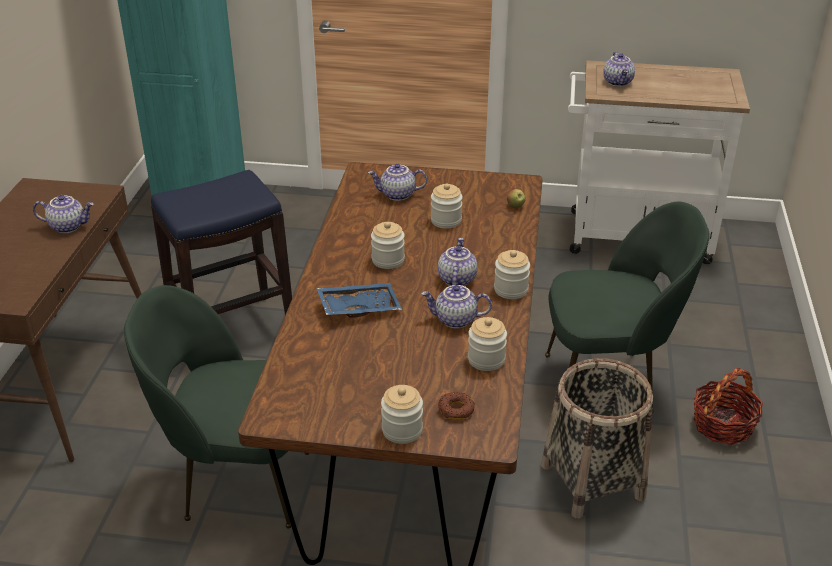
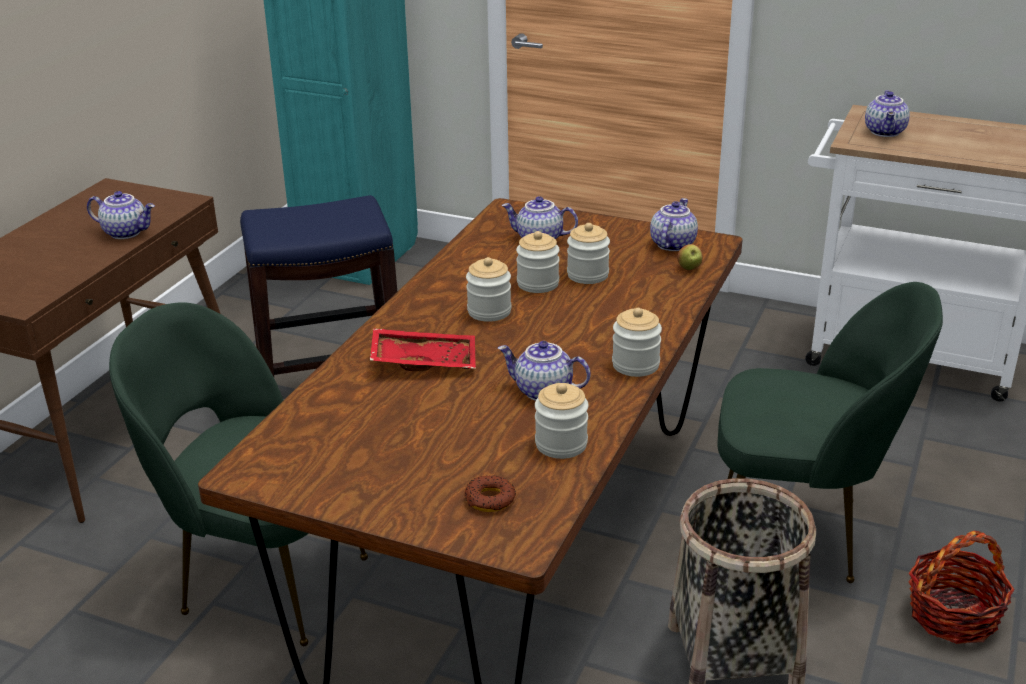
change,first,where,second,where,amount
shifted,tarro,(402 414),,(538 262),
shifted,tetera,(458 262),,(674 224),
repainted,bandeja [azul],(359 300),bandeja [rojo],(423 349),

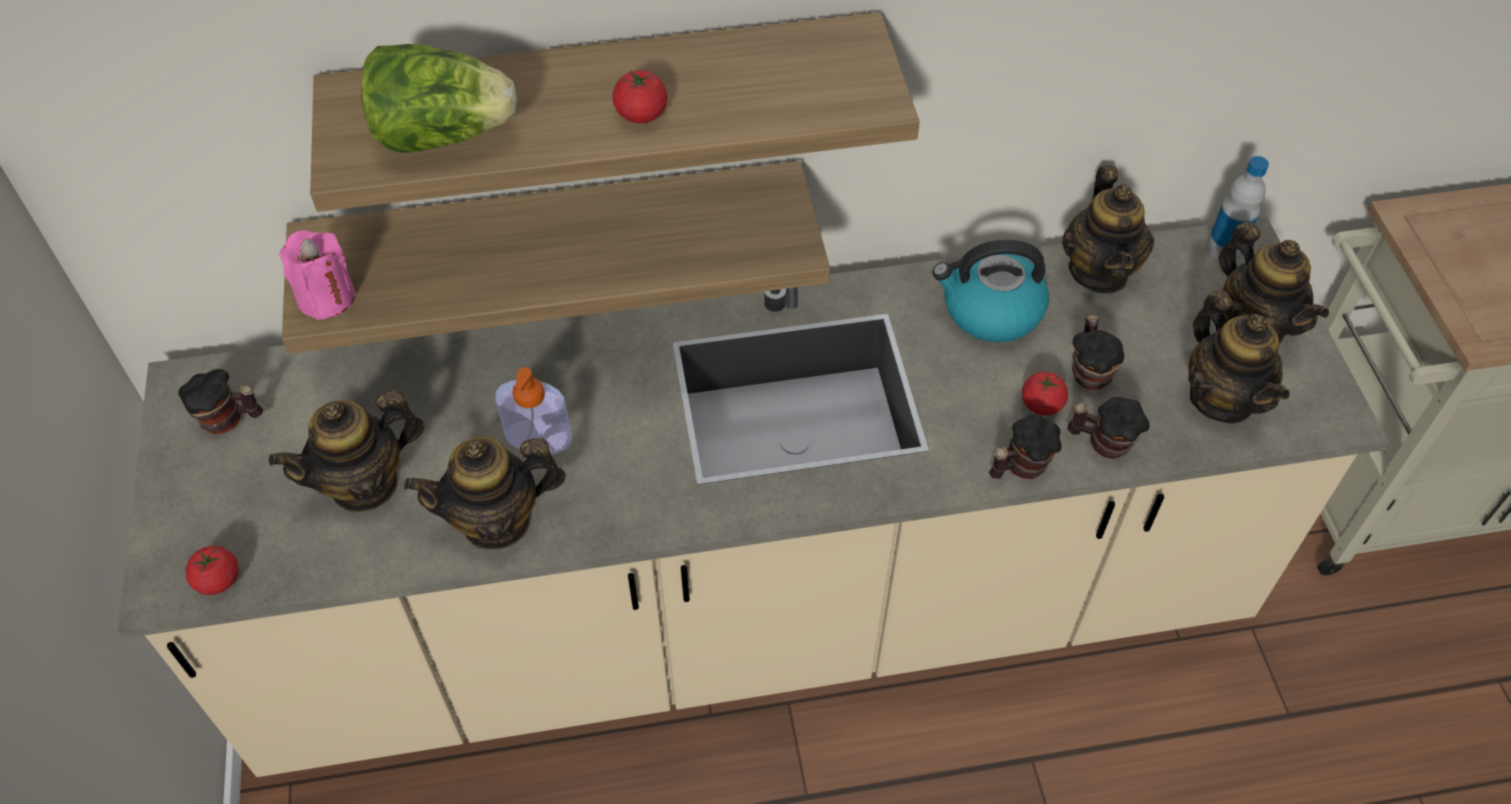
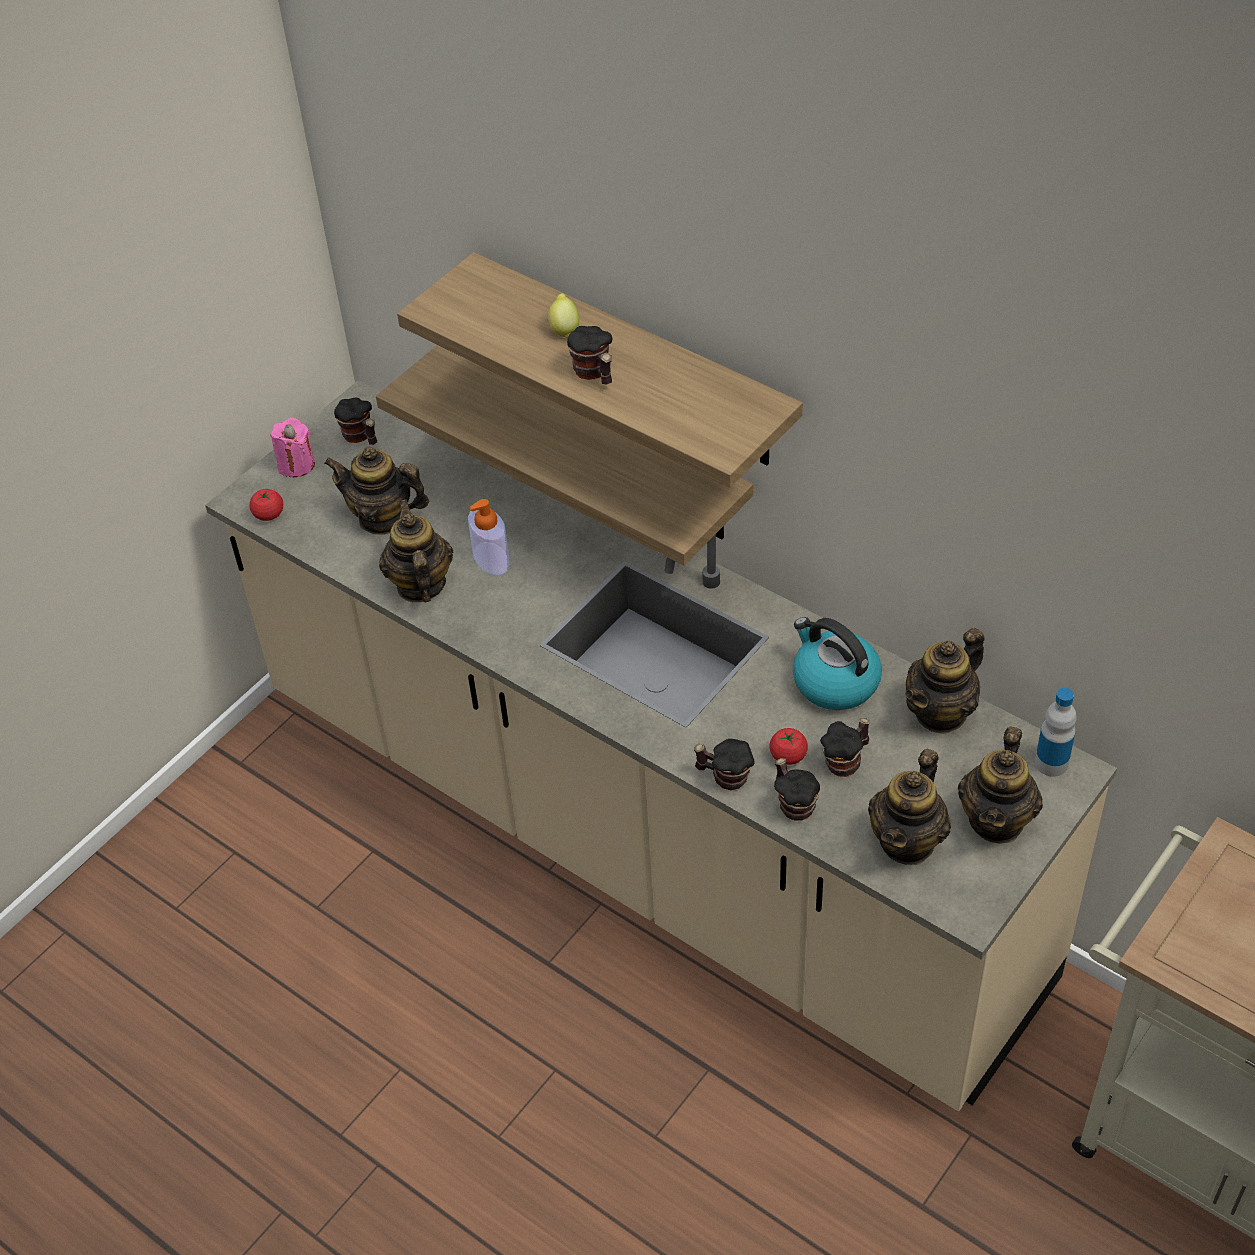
change,first,where,second,where,amount
gone,lechuga,(439 98),,,
new,,,limón,(563 315),
shifted,vela [rosa],(317 275),,(292 447),
swapped,tomate,(640 96),taza grande,(589 355),
rotated,tetera,(485 493),,(416 550),45 degrees clockwise

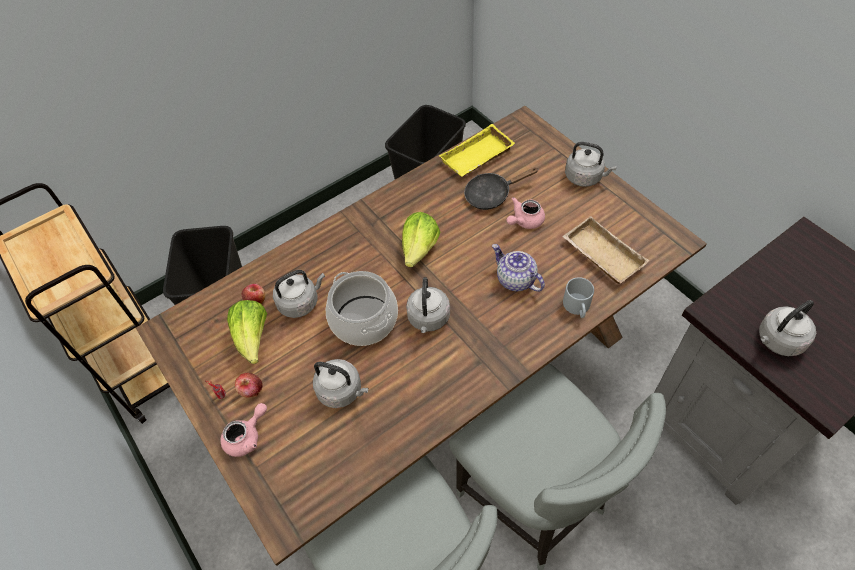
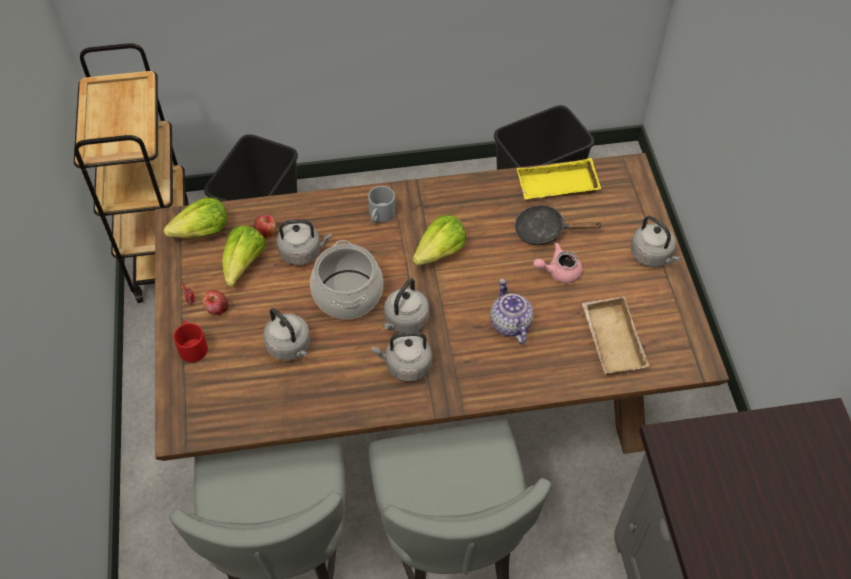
change,first,where,second,where,amount
new,,,lechuga,(195 217),
shifted,taza grande [gris],(578 297),,(381 204),
shifted,hervidor [gris],(787 328),,(402 357),
swapped,tetera [rosa],(243 430),taza grande [rojo],(191 341),

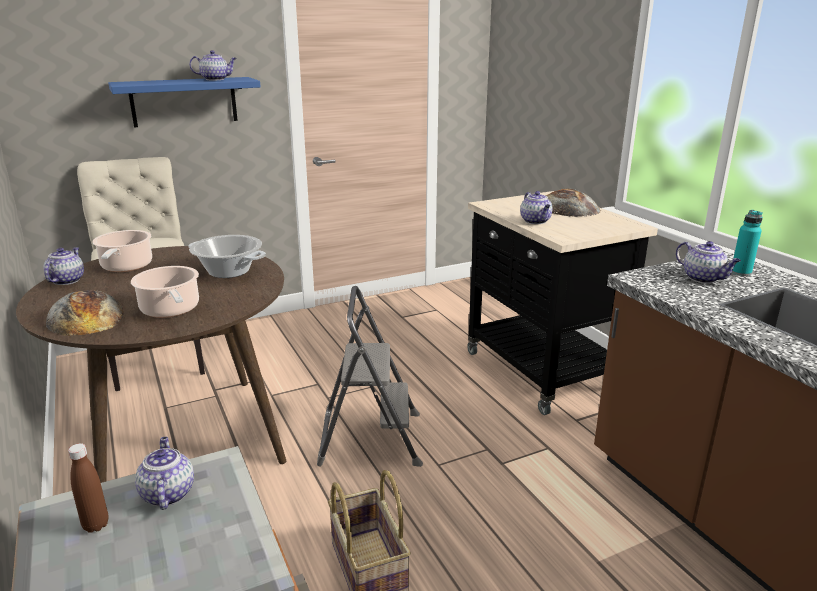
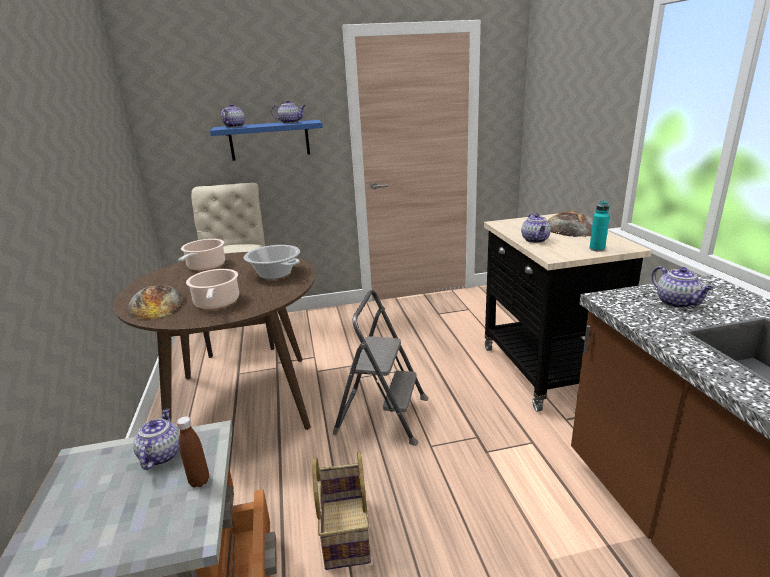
change,first,where,second,where,amount
shifted,tetera,(63 266),,(233 116),
shifted,botella [marrón],(88 488),,(193 452),
shifted,botella [turquesa],(747 243),,(599 225),

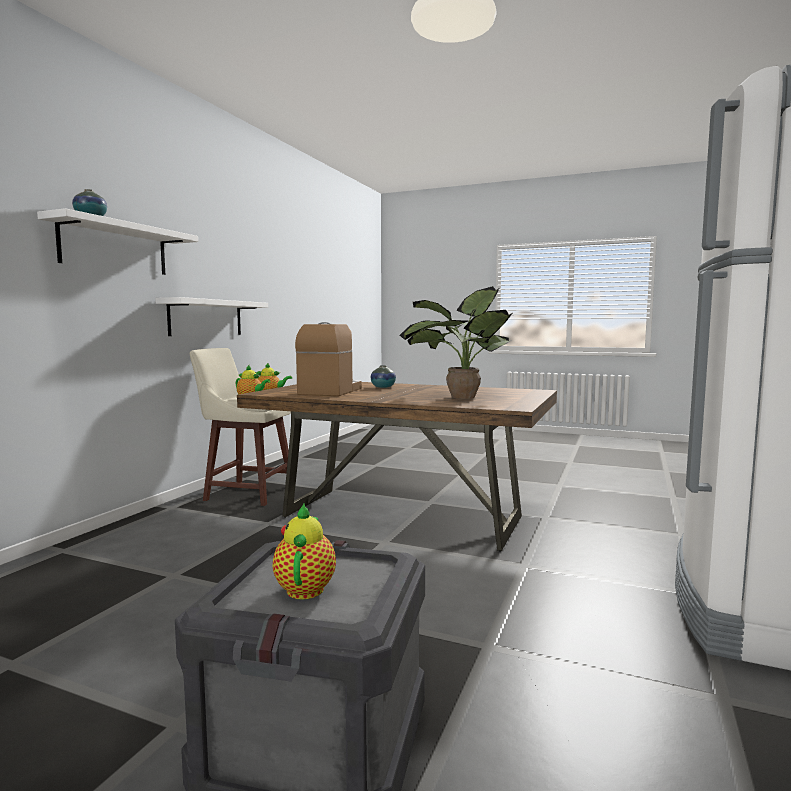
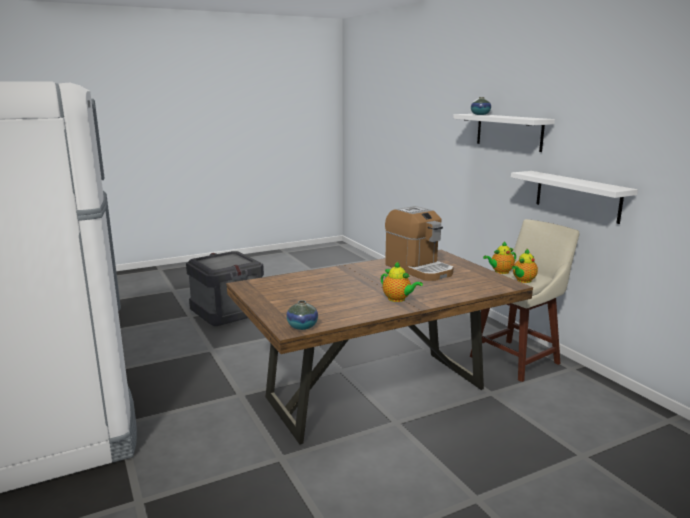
change,first,where,second,where,amount
gone,planta en maceta,(456 342),,,
shifted,tetera,(304 551),,(402 282),
shifted,florero,(383 376),,(302 315),

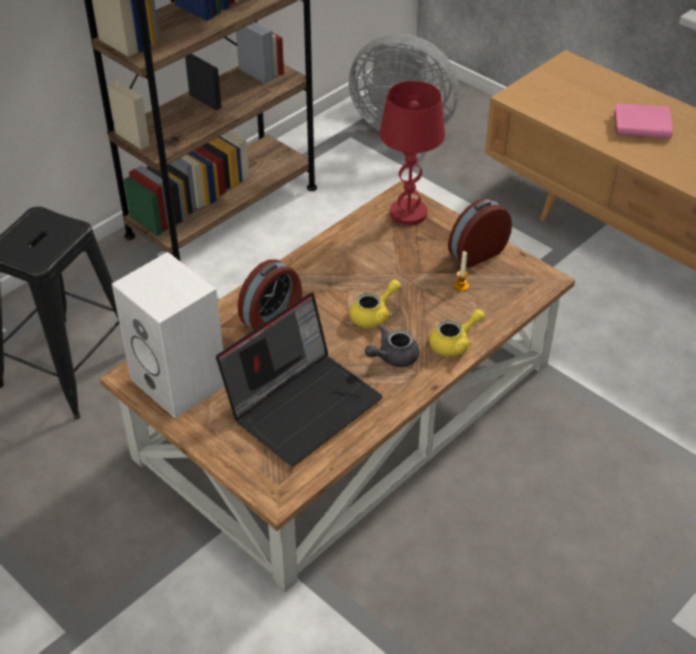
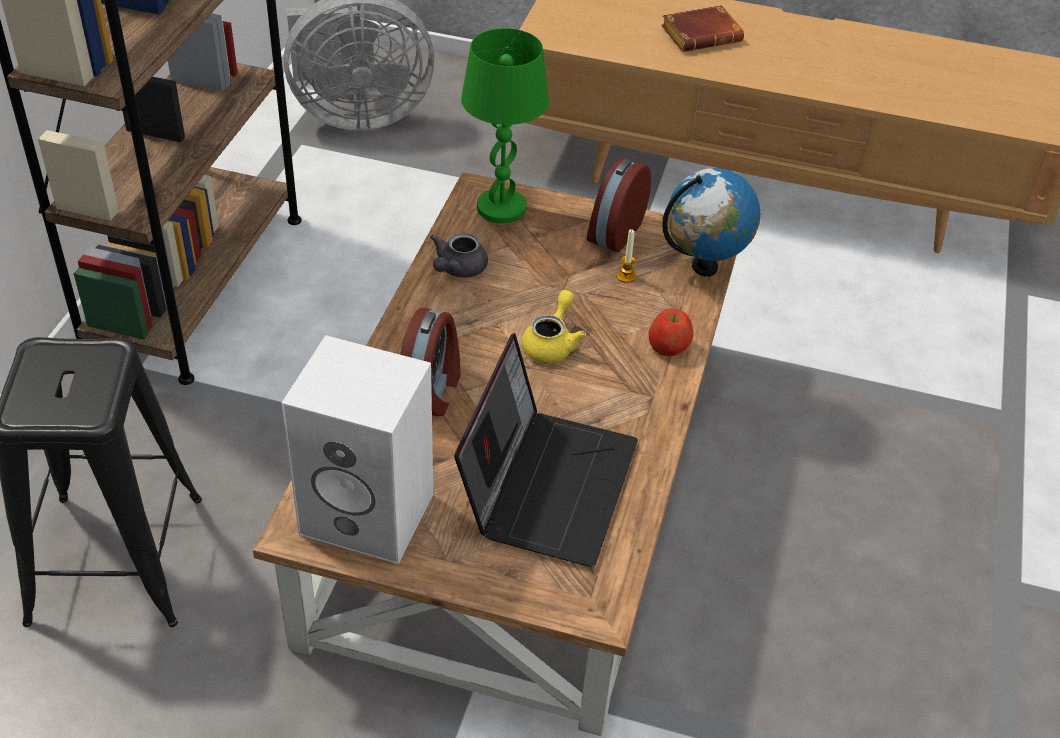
change,first,where,second,where,amount
new,,,globo terráqueo,(711 222),
shifted,tetera [gris],(392 345),,(459 255),
swapped,tetera [amarillo],(457 333),manzana,(671 332),
repainted,lámpara de mesa [rojo],(412 153),lámpara de mesa [verde],(505 125),
repainted,libro [rosa],(643 121),libro [marrón],(702 28),

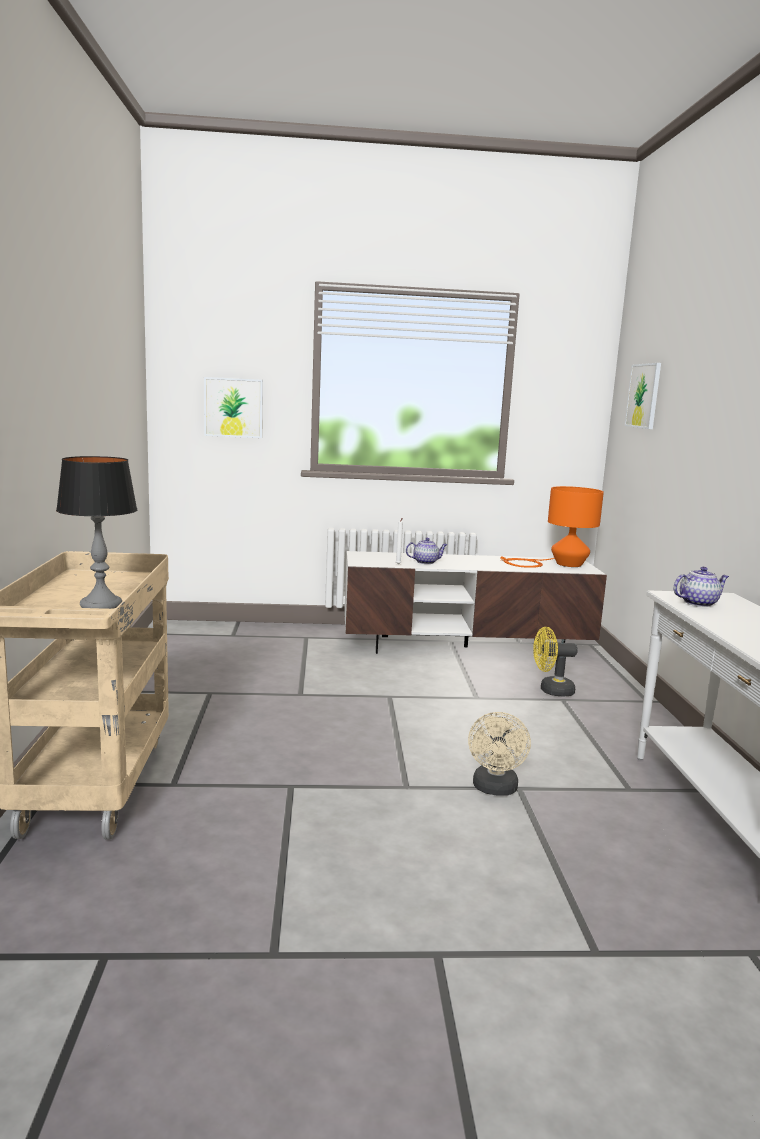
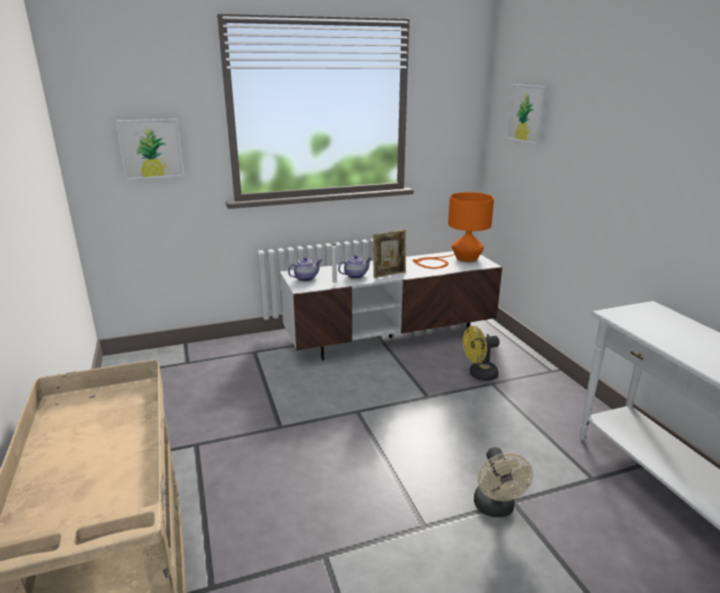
change,first,where,second,where,amount
gone,lámpara de mesa,(96 532),,,
new,,,portarretratos,(389 254),
shifted,tetera,(701 587),,(305 269),

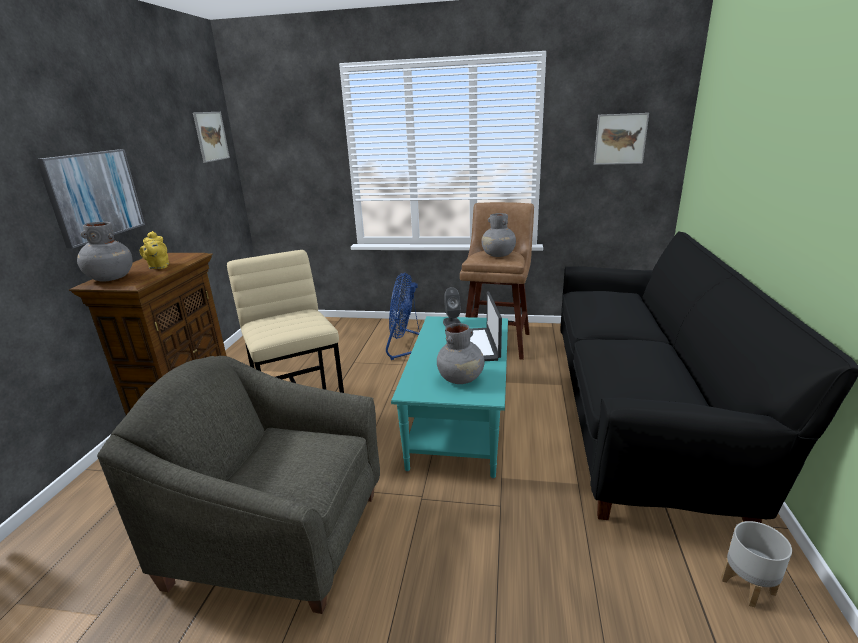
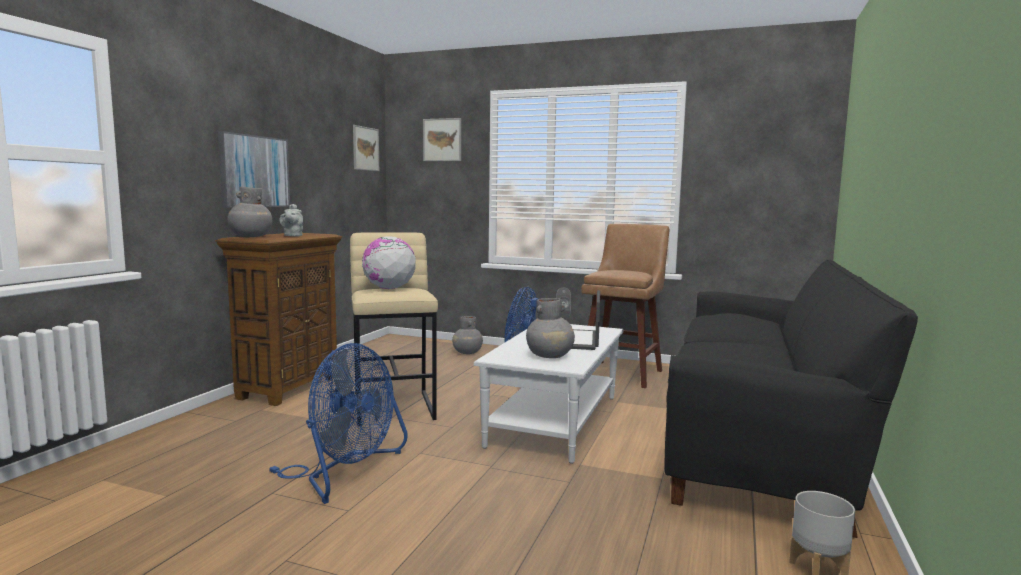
change,first,where,second,where,amount
new,,,globo terráqueo,(389 262),
shifted,florero [gris],(498 235),,(467 335),
shifted,cuadro,(621 139),,(442 139),
swapped,sillón [gris],(238 485),ventilador [azul],(338 423),
repainted,tetera [amarillo],(154 250),tetera [gris],(291 220),
repainted,mesa de centro [turquesa],(449 397),mesa de centro [blanco],(549 394),

